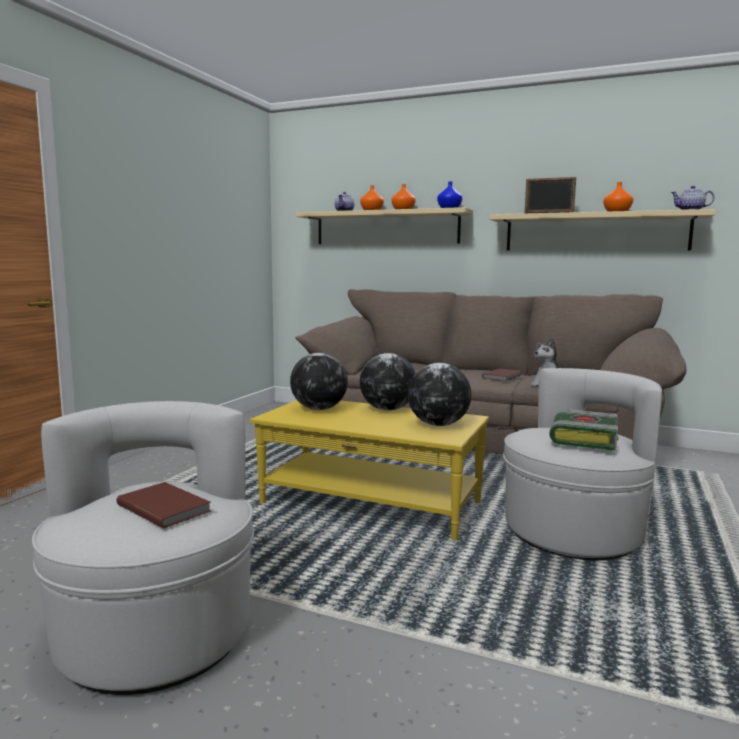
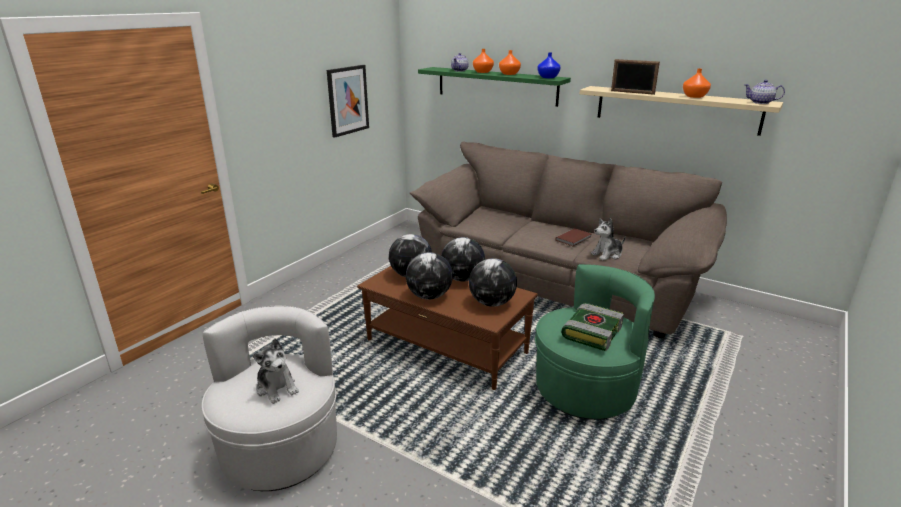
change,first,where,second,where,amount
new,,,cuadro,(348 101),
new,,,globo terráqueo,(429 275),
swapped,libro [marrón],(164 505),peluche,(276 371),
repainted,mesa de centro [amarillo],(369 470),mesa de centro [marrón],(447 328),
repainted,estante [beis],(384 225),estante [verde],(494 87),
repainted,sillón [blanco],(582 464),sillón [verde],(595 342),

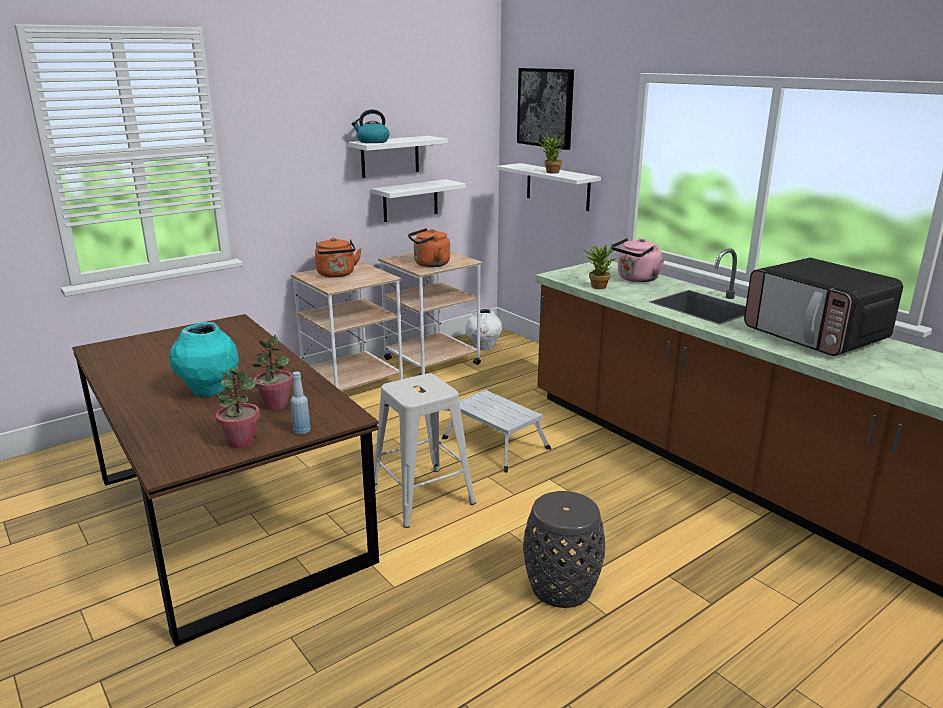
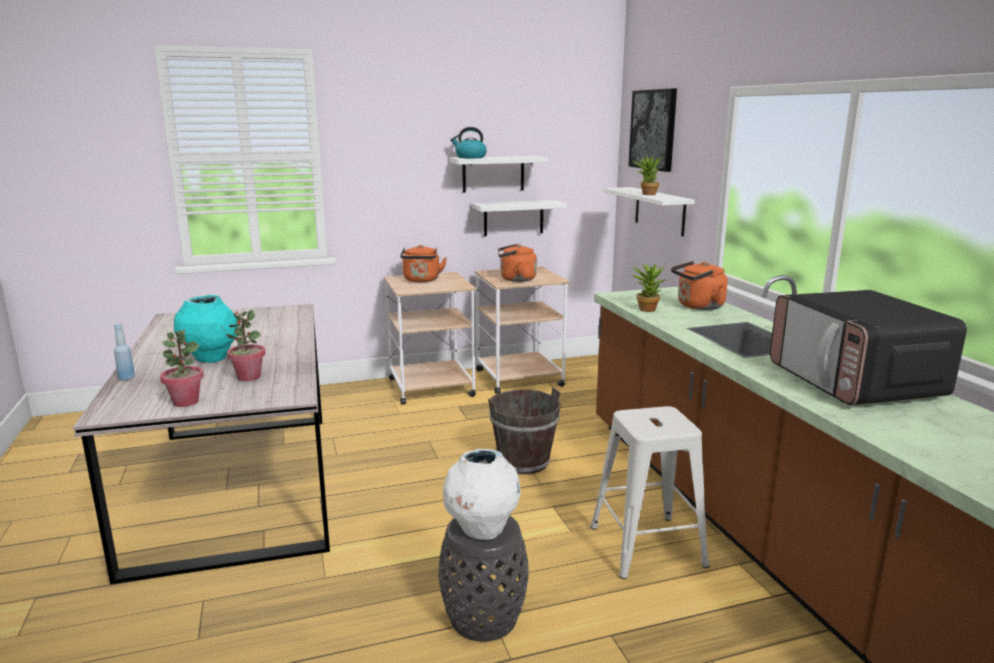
change,first,where,second,where,amount
shifted,botella [azul],(301 403),,(124 352),
shifted,taburete [blanco],(425 450),,(650 492),
shifted,florero [blanco],(484 329),,(482 494),
swapped,escalera de tijera [blanco],(496 431),cubo [marrón],(524 431),
repainted,mesa de comedor [marrón],(225 480),mesa de comedor [gris],(201 444),
repainted,hervidor [rosa],(638 260),hervidor [naranja],(699 285),

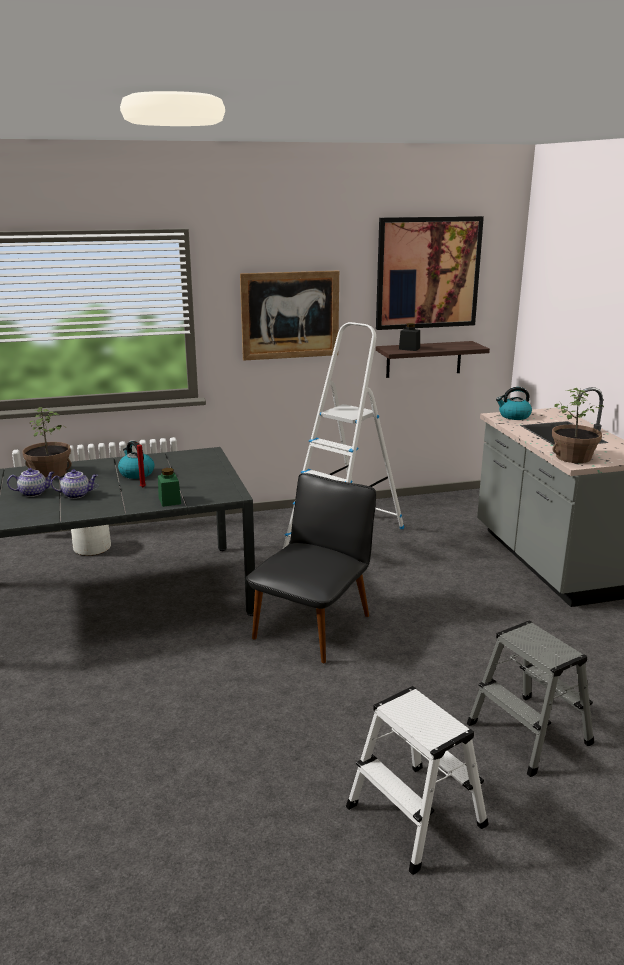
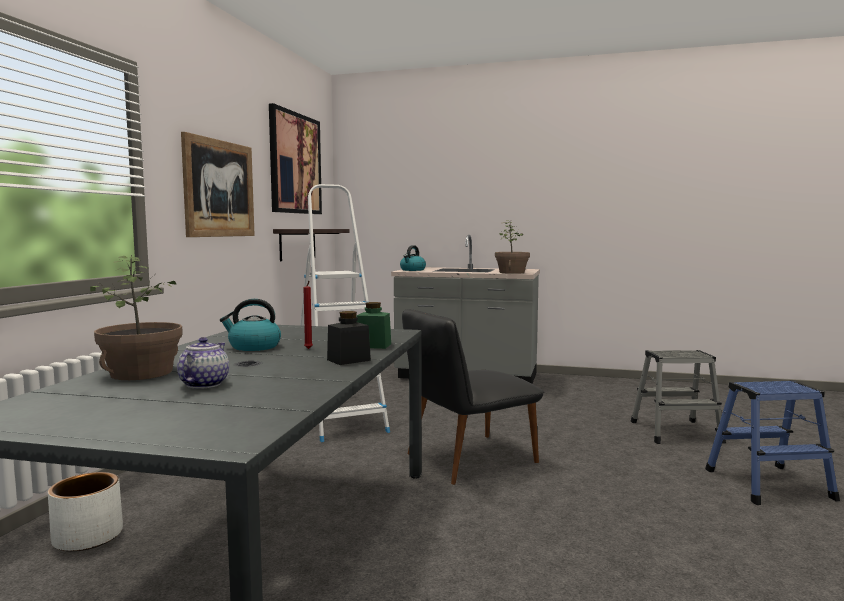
change,first,where,second,where,amount
gone,tetera,(74 484),,,
shifted,tarro [negro],(409 337),,(349 338),
repainted,escalera de tijera [blanco],(417 780),escalera de tijera [azul],(772 442),
rotated,silla [negro],(311 568),,(473 397),90 degrees counterclockwise

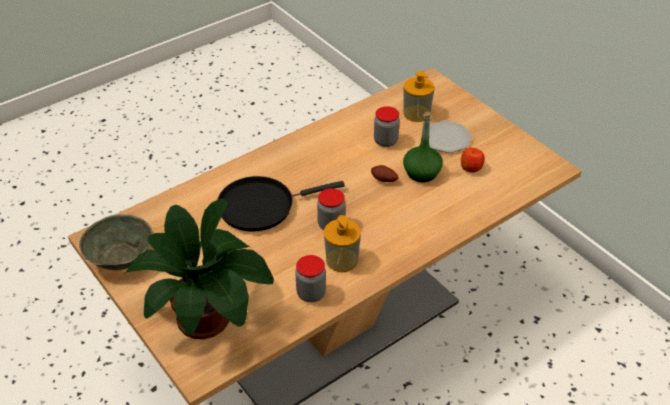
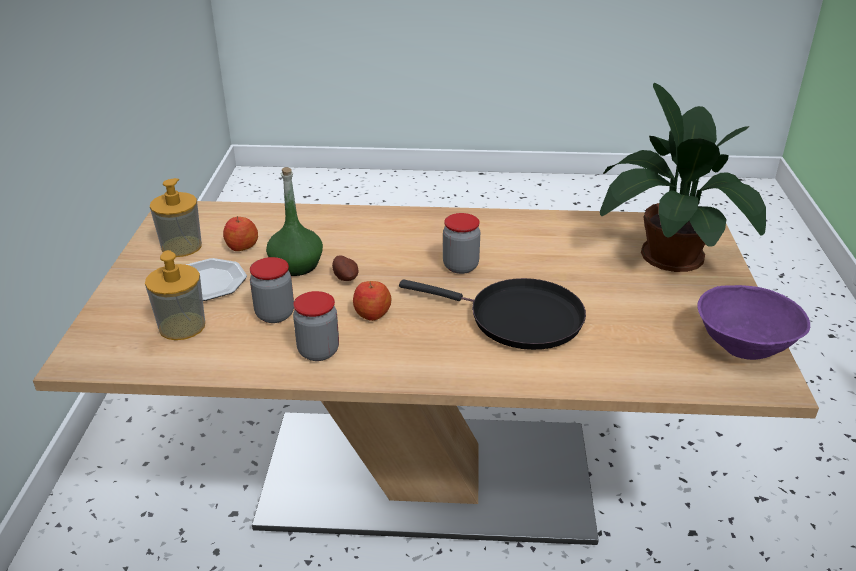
change,first,where,second,where,amount
new,,,manzana,(372 301),
shifted,tarro,(310 278),,(316 326),
shifted,dispensador de jabón,(342 243),,(176 217),
repainted,cuenco [gris],(116 242),cuenco [morado],(753 322),

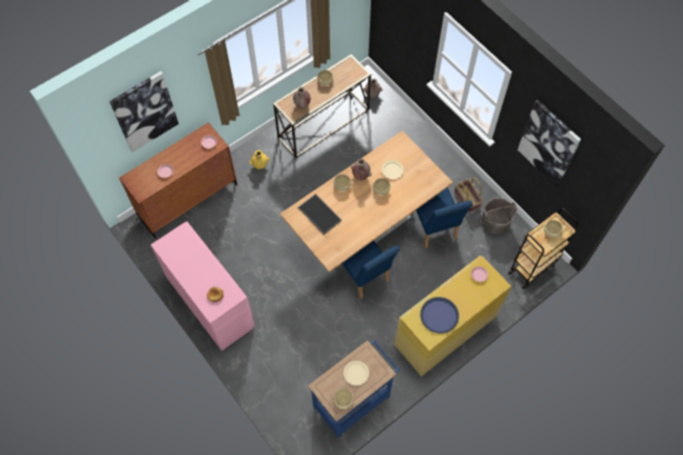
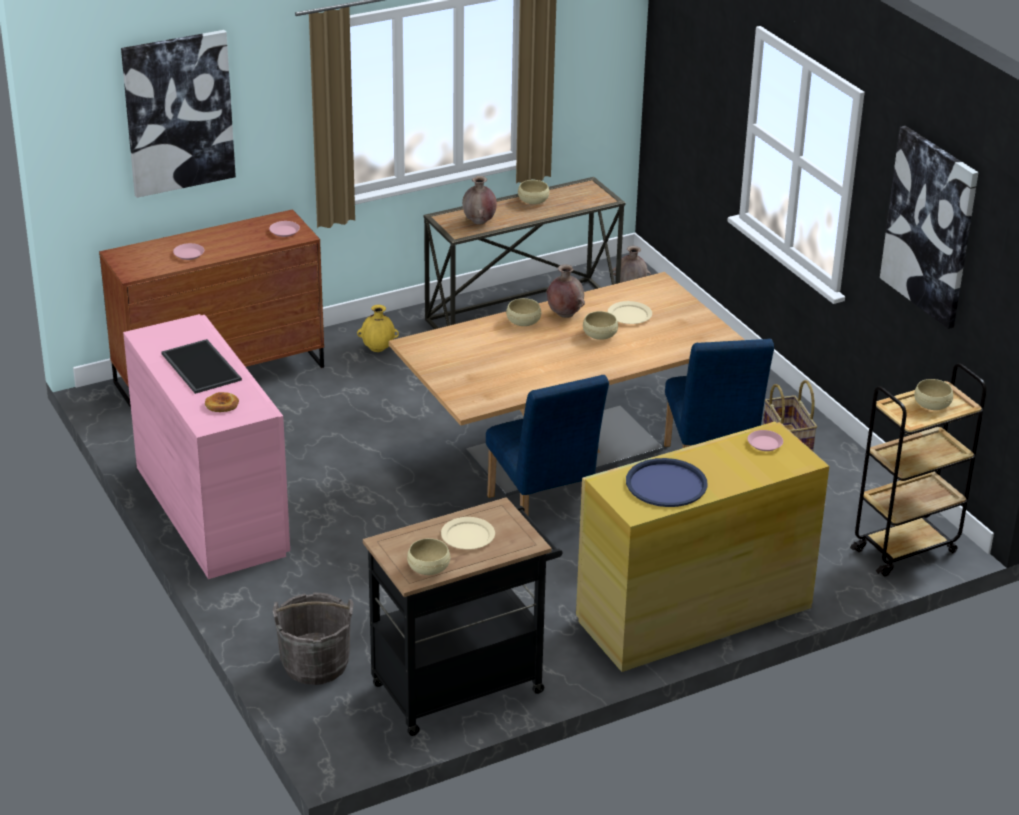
change,first,where,second,where,amount
shifted,bandeja,(320 214),,(201 366),
shifted,cubo [gris],(499 216),,(313 639),
repainted,carrito [azul],(354 389),carrito [negro],(463 616),

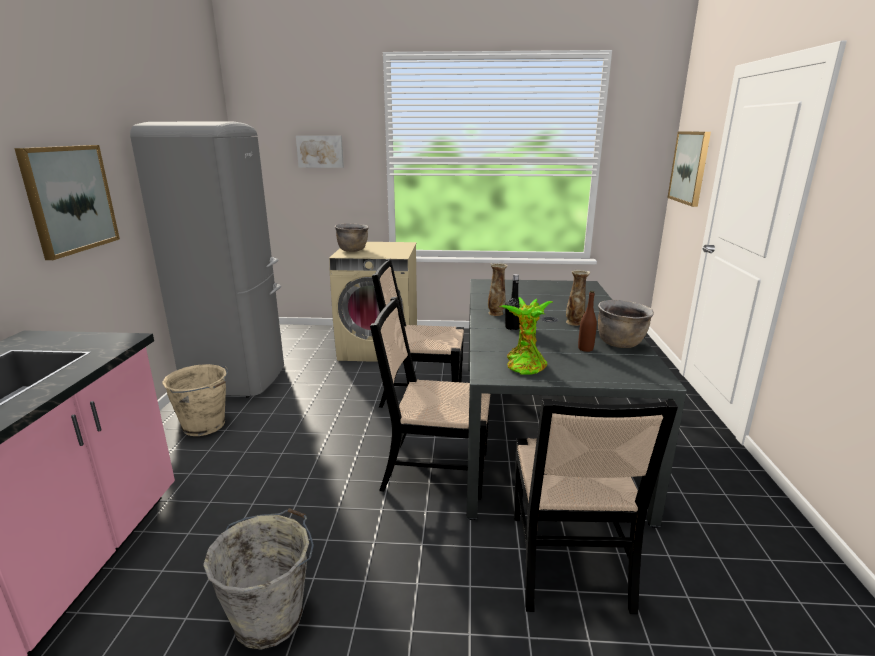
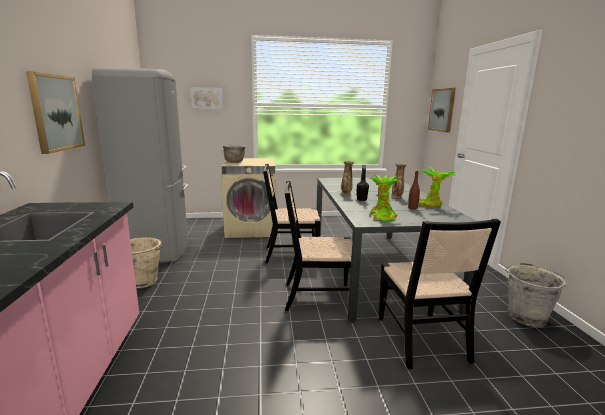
change,first,where,second,where,amount
shifted,cubo [gris],(258 578),,(535 295),
swapped,olla [marrón],(626 324),planta en maceta,(437 187),

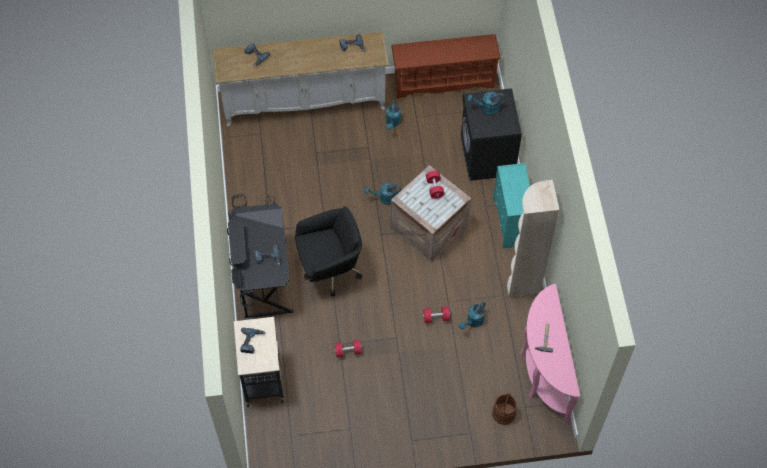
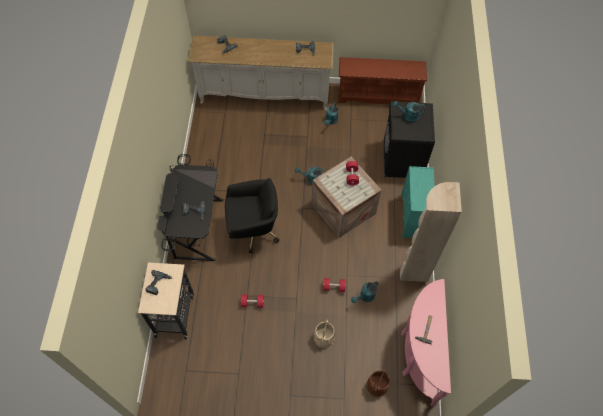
change,first,where,second,where,amount
new,,,cubo [beis],(324 334),

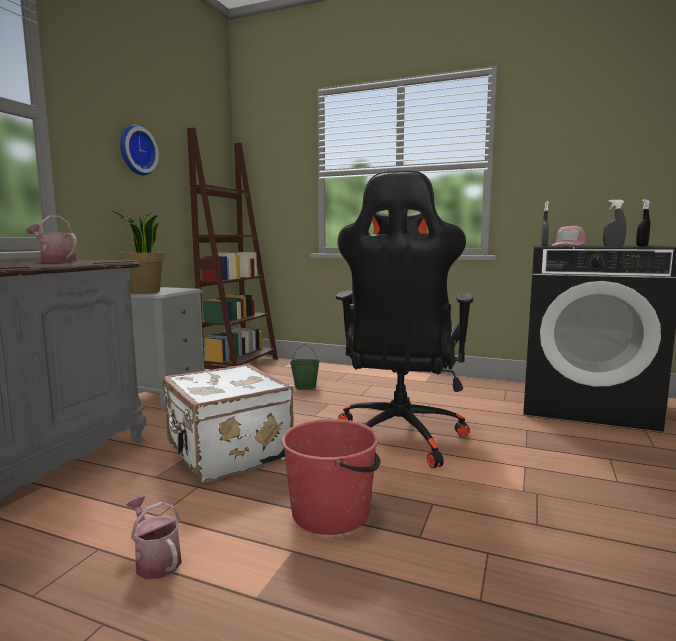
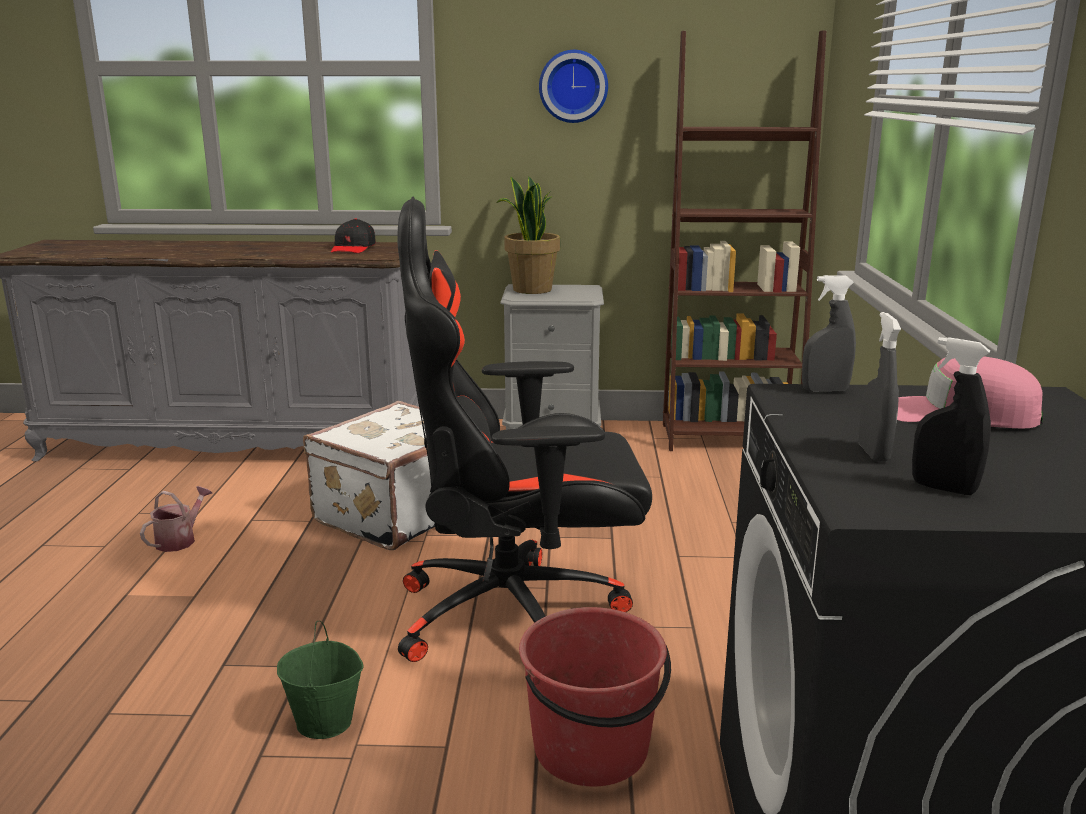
change,first,where,second,where,amount
shifted,cubo [rojo],(331 477),,(595 696),
shifted,cubo [verde],(305 367),,(320 679),
swapped,regadera,(52 238),gorra [negro],(353 235),

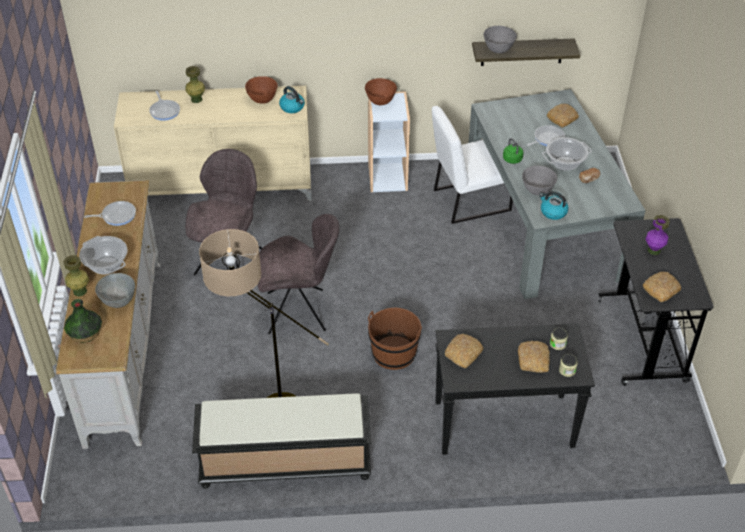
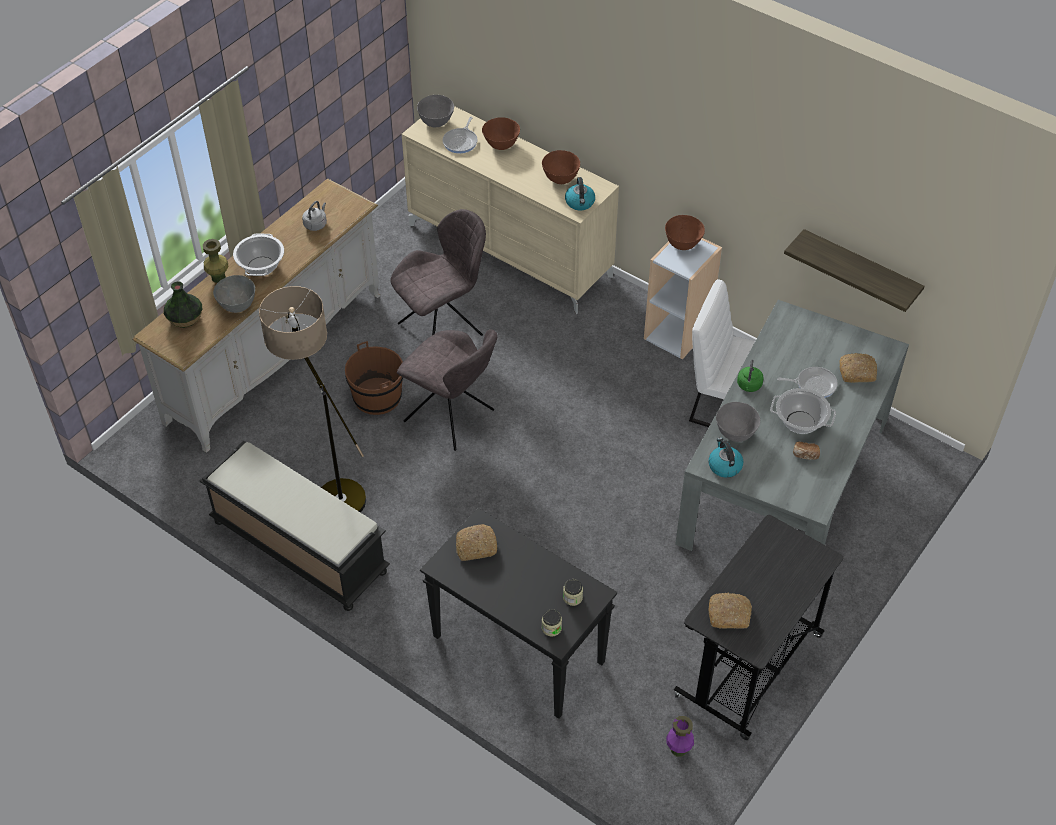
change,first,where,second,where,amount
gone,pan,(533 357),,,
shifted,cubo [marrón],(395 339),,(374 378),
shifted,cuenco [gris],(500 39),,(435 111),
shifted,florero [morado],(658 235),,(680 736),
swapped,sartén,(110 213),hervidor [gris],(314 216),
swapped,florero [verde],(195 84),cuenco [marrón],(501 133),

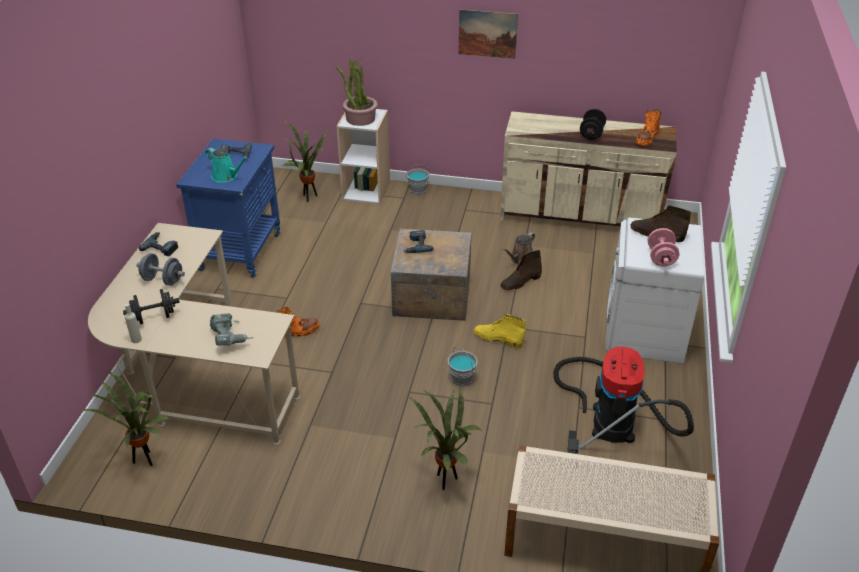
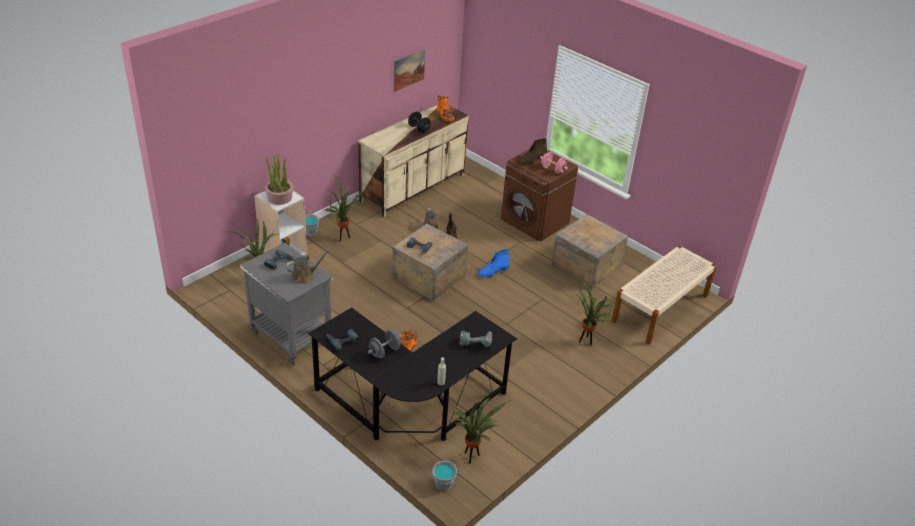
change,first,where,second,where,amount
gone,mancuerna [negro],(151 306),,,
new,,,planta en maceta,(344 208),
shifted,cubo [gris],(463 366),,(445 476),
shifted,cuadro,(488 34),,(409 70),
swapped,aspiradora,(623 408),caja de embalaje,(589 251),
repainted,escritorio [beis],(194 334),escritorio [negro],(412 374),
repainted,carrito [azul],(228 208),carrito [gris],(286 304),
repainted,regadera [turquesa],(226 165),regadera [marrón],(308 267),
repainted,bota [amarillo],(500 331),bota [azul],(493 263),
repainted,lavadora [blanco],(655 291),lavadora [marrón],(539 195),

